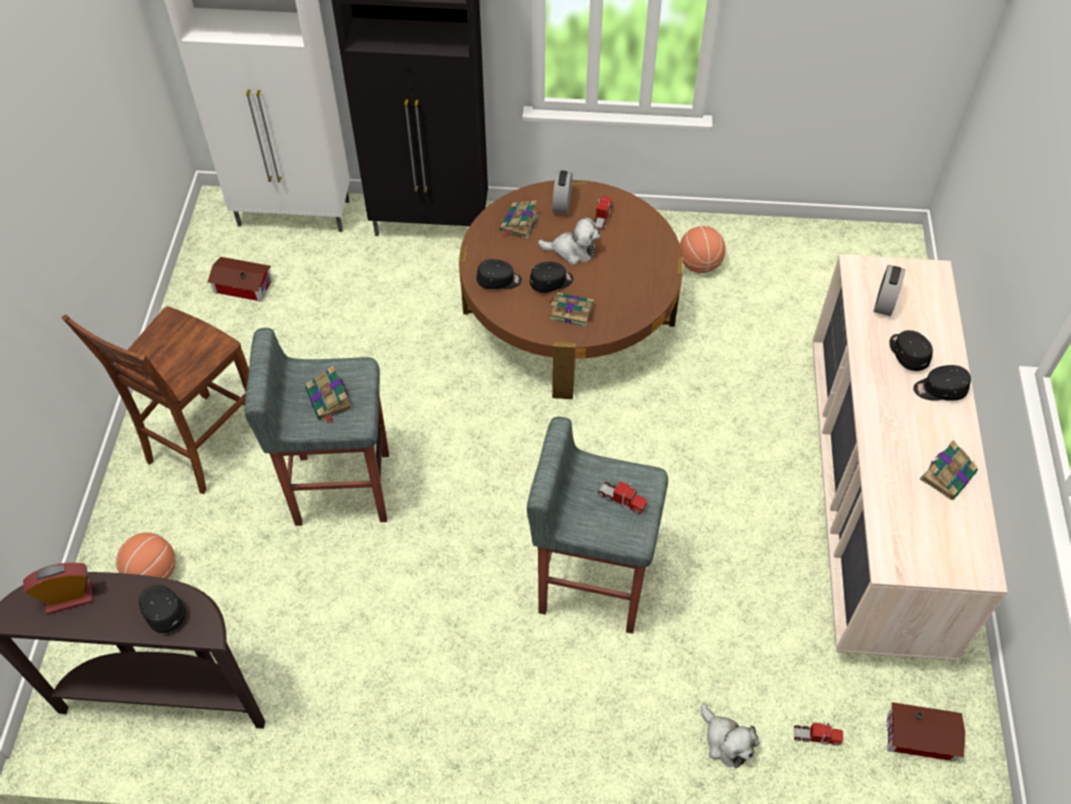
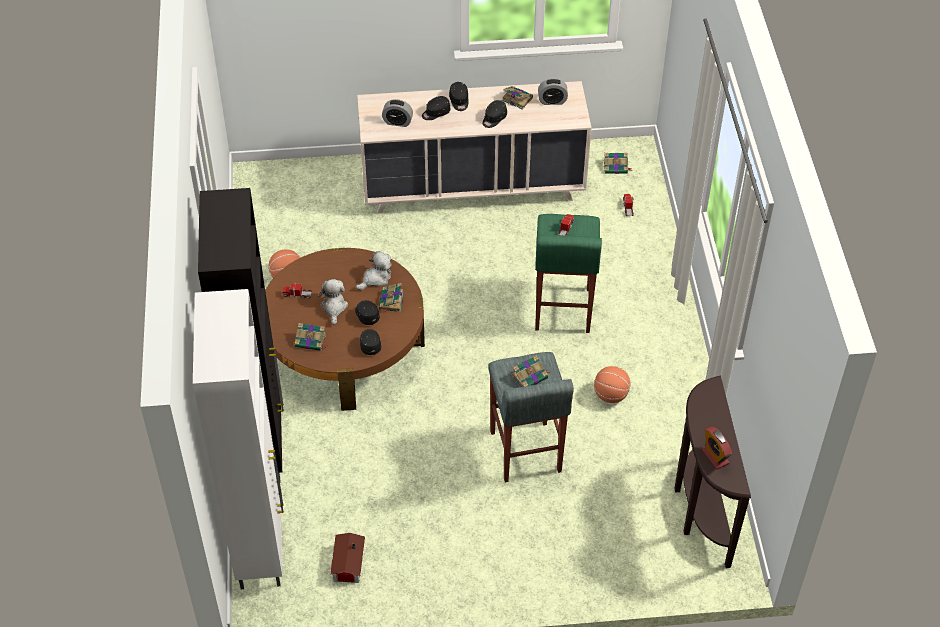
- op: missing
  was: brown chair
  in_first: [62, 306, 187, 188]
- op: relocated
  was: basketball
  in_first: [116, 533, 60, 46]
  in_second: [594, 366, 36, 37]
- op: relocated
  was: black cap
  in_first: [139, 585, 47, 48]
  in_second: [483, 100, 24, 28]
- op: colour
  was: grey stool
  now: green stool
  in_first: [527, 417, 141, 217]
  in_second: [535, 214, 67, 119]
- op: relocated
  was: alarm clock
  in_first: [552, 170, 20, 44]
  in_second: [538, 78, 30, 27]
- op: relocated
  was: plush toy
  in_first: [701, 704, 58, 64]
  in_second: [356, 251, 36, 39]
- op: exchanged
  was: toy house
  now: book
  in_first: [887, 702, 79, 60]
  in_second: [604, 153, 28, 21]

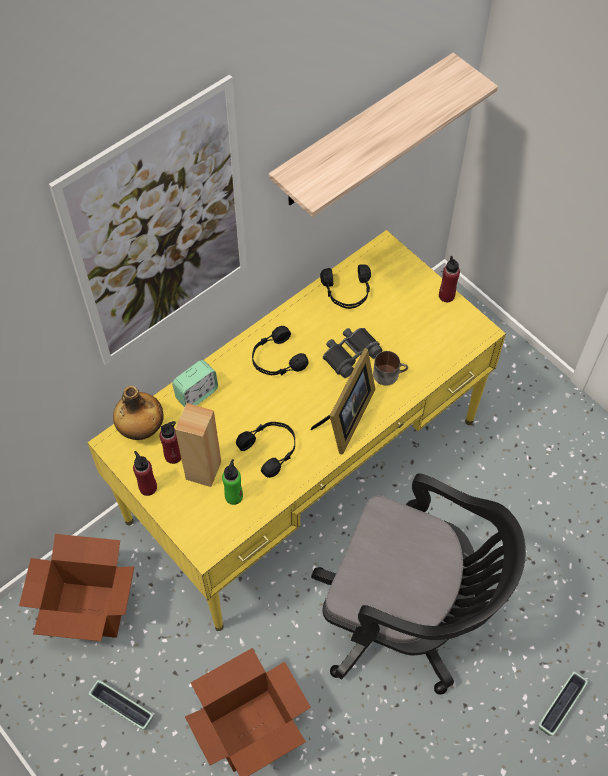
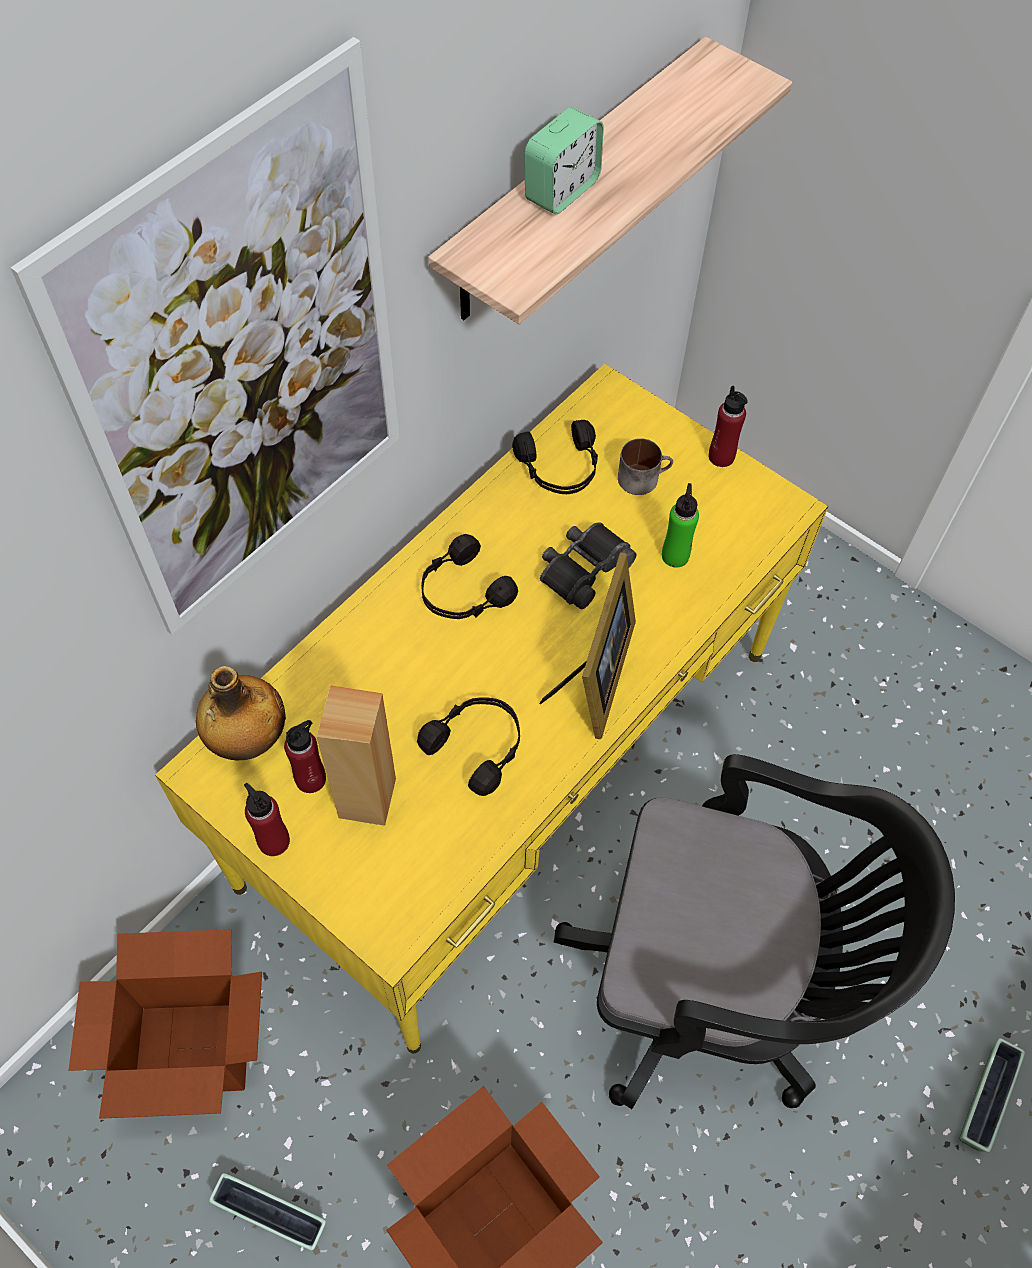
- op: relocated
  was: alarm clock
  in_first: [172, 360, 46, 47]
  in_second: [525, 107, 79, 107]
- op: relocated
  was: green bottle
  in_first: [222, 459, 21, 46]
  in_second: [662, 483, 37, 84]
- op: relocated
  was: mug
  in_first: [373, 351, 35, 35]
  in_second: [618, 438, 55, 57]

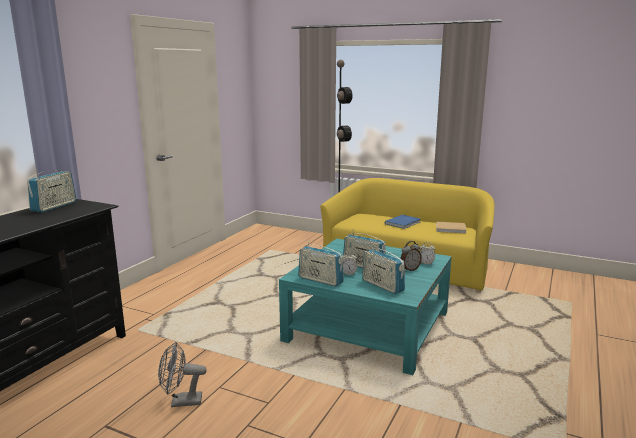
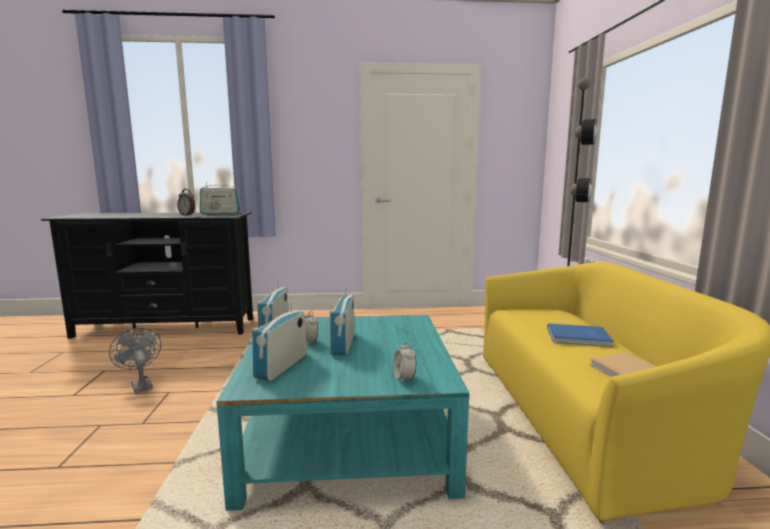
- op: relocated
  was: alarm clock
  in_first: [400, 241, 22, 31]
  in_second: [178, 189, 17, 27]

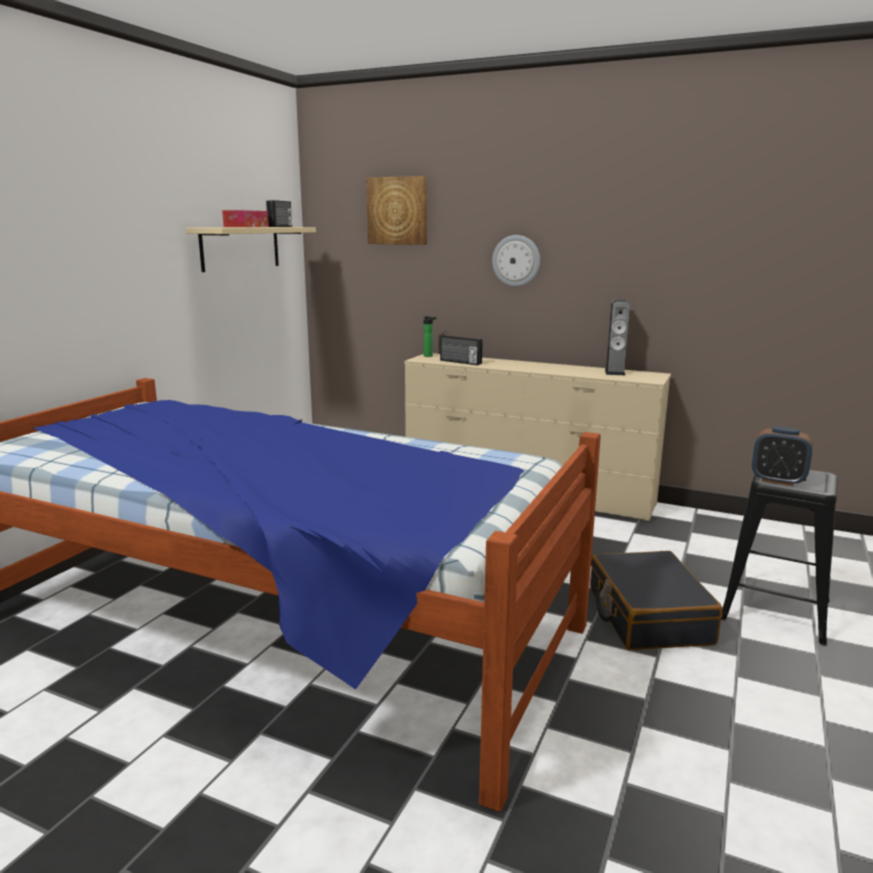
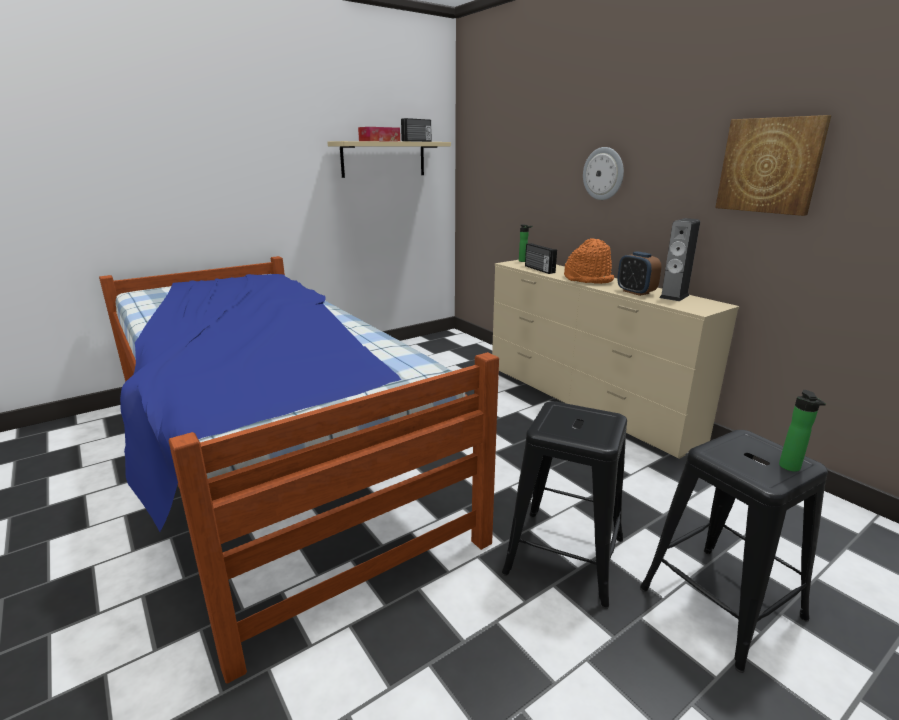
- op: relocated
  was: picture
  in_first: [366, 176, 61, 69]
  in_second: [715, 115, 116, 101]
- op: exchanged
  was: black suitcase
  now: black stool
  in_first: [590, 551, 133, 99]
  in_second: [501, 401, 126, 208]
- op: relocated
  was: alarm clock
  in_first: [752, 427, 61, 59]
  in_second: [617, 251, 44, 45]
- op: appeared
  now: orange hat
  in_second: [564, 238, 50, 46]
- op: appeared
  now: bottle
  in_second: [779, 390, 47, 82]

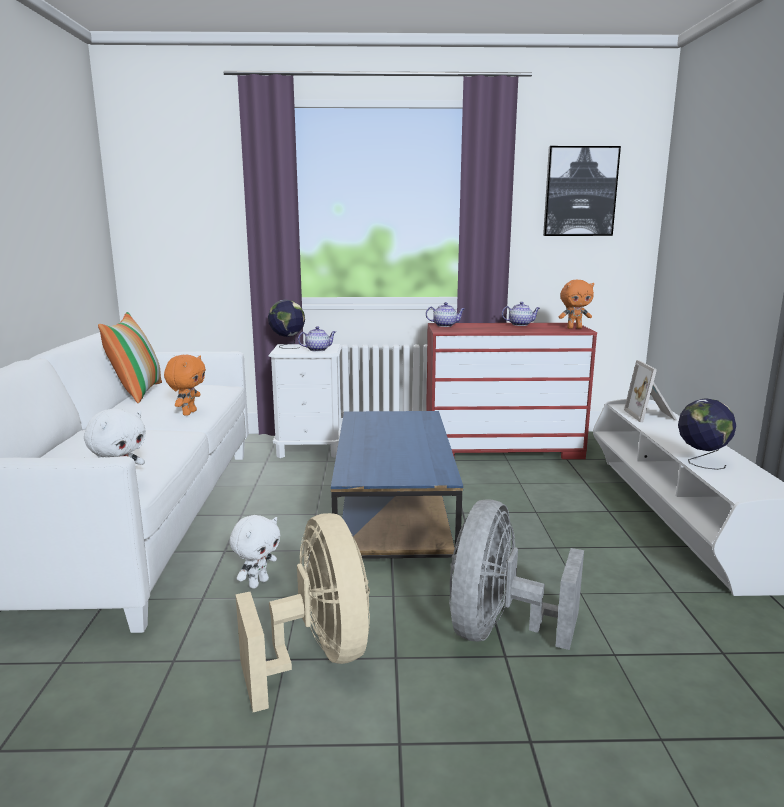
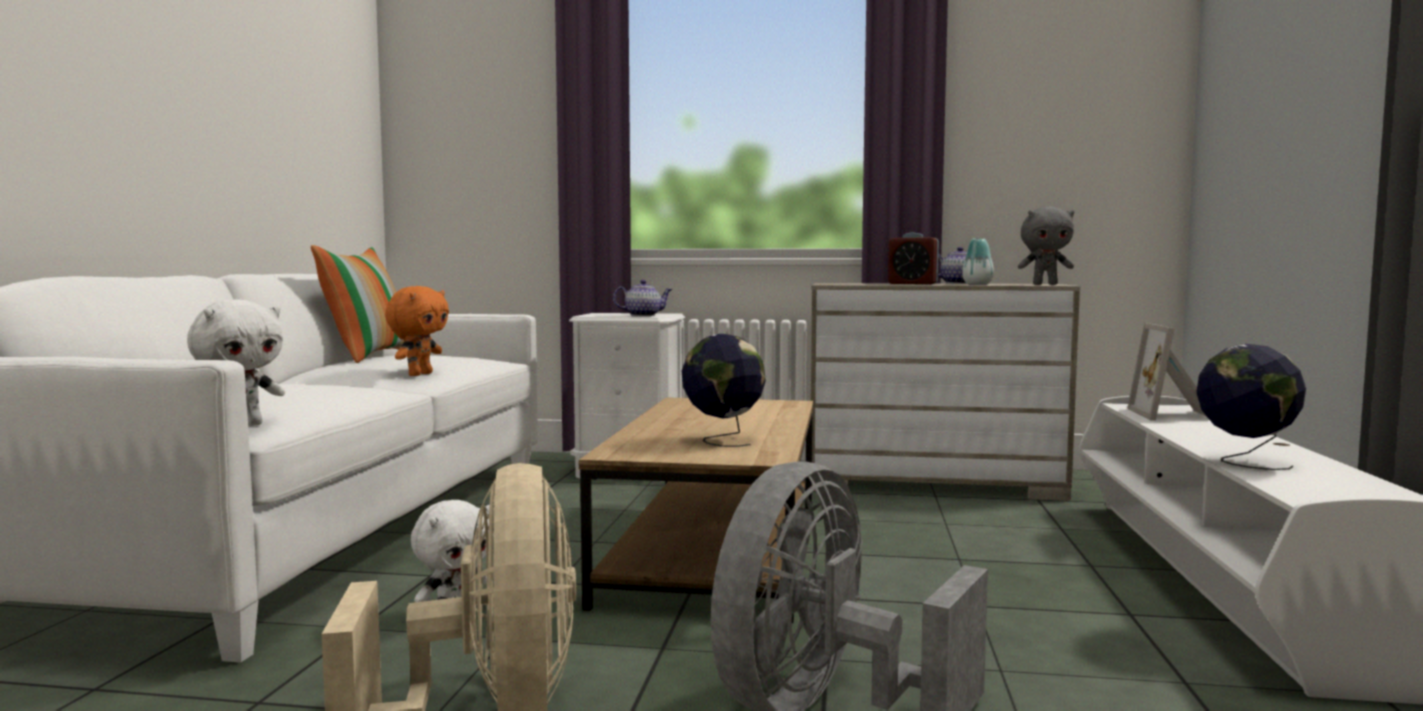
- op: relocated
  was: globe
  in_first: [268, 300, 37, 49]
  in_second: [682, 334, 84, 113]
- op: colour
  was: blue coffee table
  now: brown coffee table
  in_first: [331, 411, 132, 148]
  in_second: [579, 397, 234, 226]
- op: missing
  was: teapot
  in_first: [426, 302, 39, 25]
- op: colour
  was: red dresser
  now: beige dresser
  in_first: [426, 323, 171, 136]
  in_second: [811, 283, 269, 218]
- op: missing
  was: picture
  in_first: [543, 146, 78, 90]
- op: colour
  was: orange plush toy
  now: grey plush toy
  in_first: [559, 280, 35, 49]
  in_second: [1018, 206, 56, 79]
- op: appeared
  now: alarm clock
  in_second: [888, 232, 51, 52]
- op: appeared
  now: vase
  in_second: [962, 238, 32, 47]

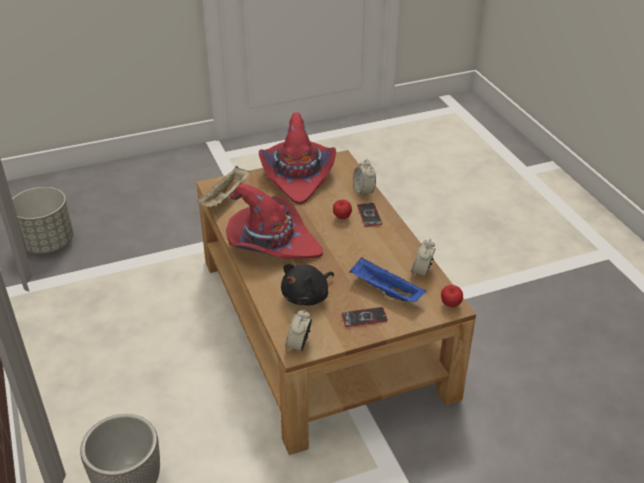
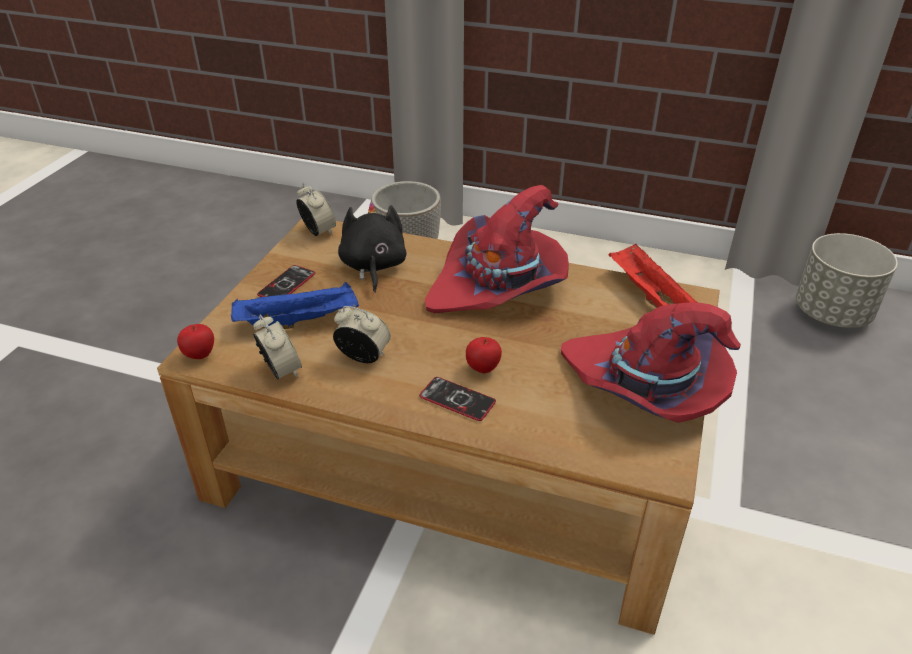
- op: colour
  was: beige tray
  now: red tray
  in_first: [197, 166, 53, 41]
  in_second: [608, 243, 90, 65]
- op: relocated
  was: alarm clock
  in_first: [353, 159, 23, 38]
  in_second: [333, 306, 58, 57]

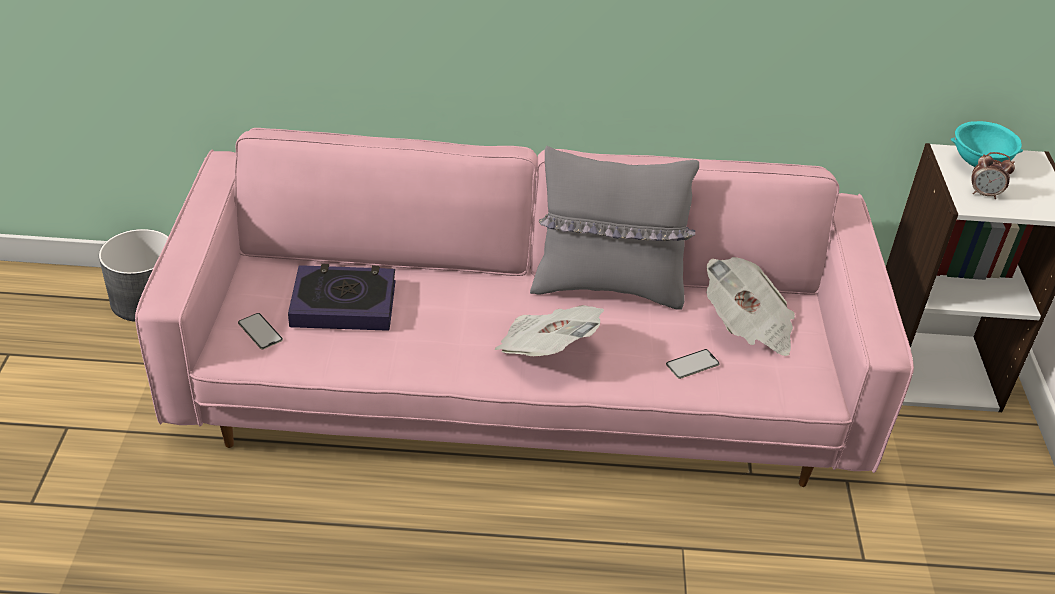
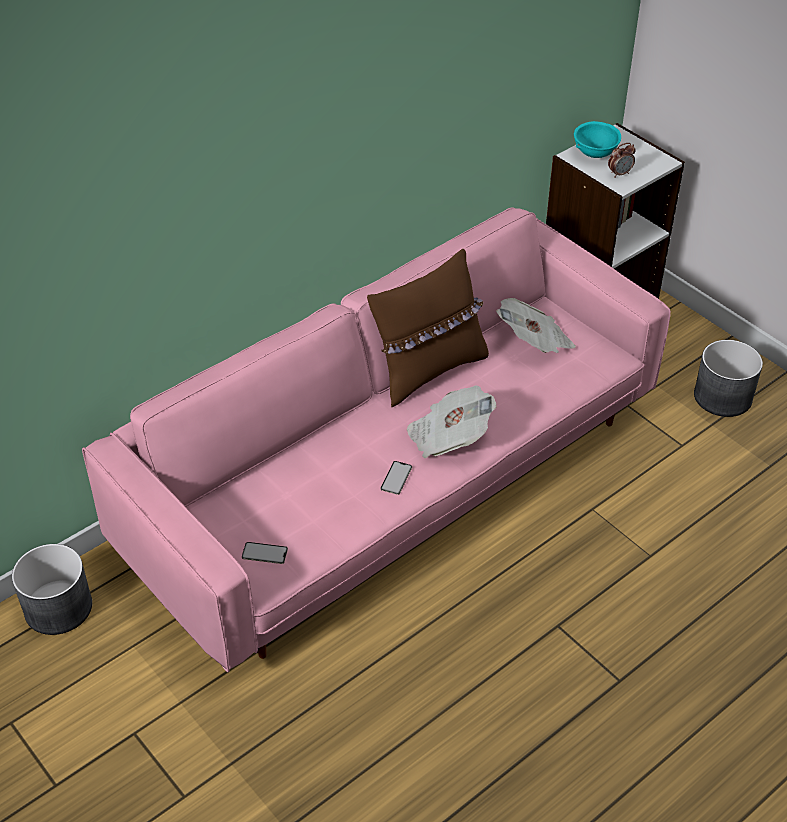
- op: missing
  was: book
  in_first: [288, 264, 108, 67]
- op: colour
  was: grey pillow
  now: brown pillow
  in_first: [530, 146, 169, 164]
  in_second: [367, 249, 122, 158]
- op: relocated
  was: phone
  in_first: [666, 349, 54, 30]
  in_second: [381, 461, 31, 34]
- op: appeared
  now: grey planter
  in_second: [694, 340, 69, 77]

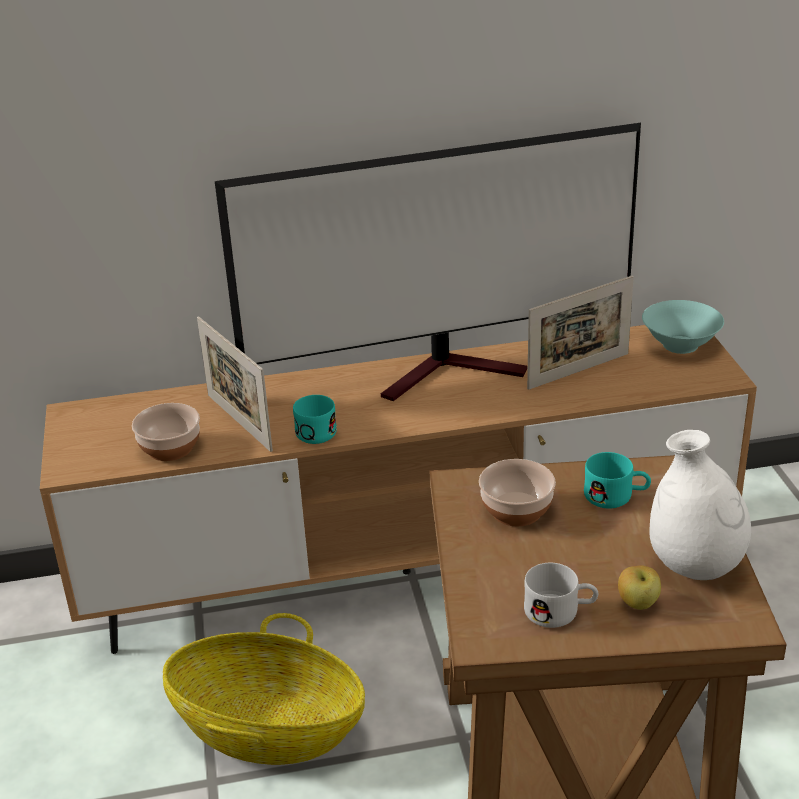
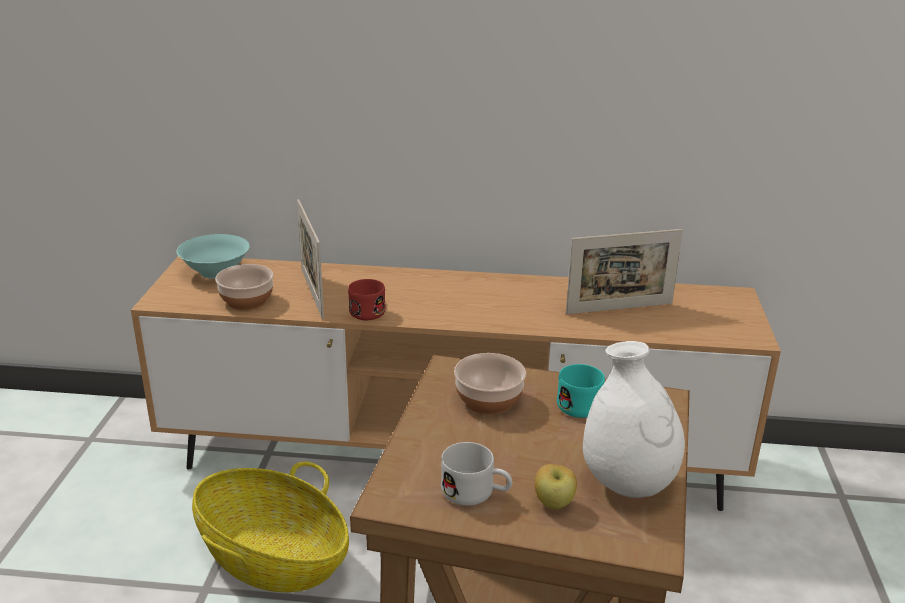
- op: missing
  was: television
  in_first: [215, 123, 426, 278]
- op: colour
  was: turquoise mug
  now: red mug
  in_first: [293, 395, 44, 49]
  in_second: [348, 279, 38, 41]
- op: relocated
  was: turquoise bowl
  in_first: [642, 300, 82, 54]
  in_second: [177, 234, 73, 45]

